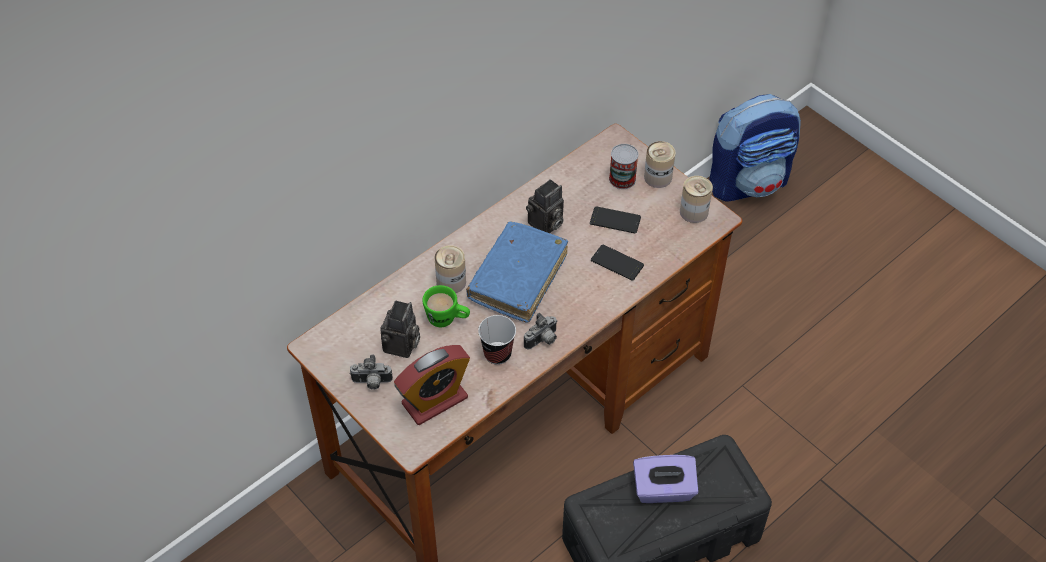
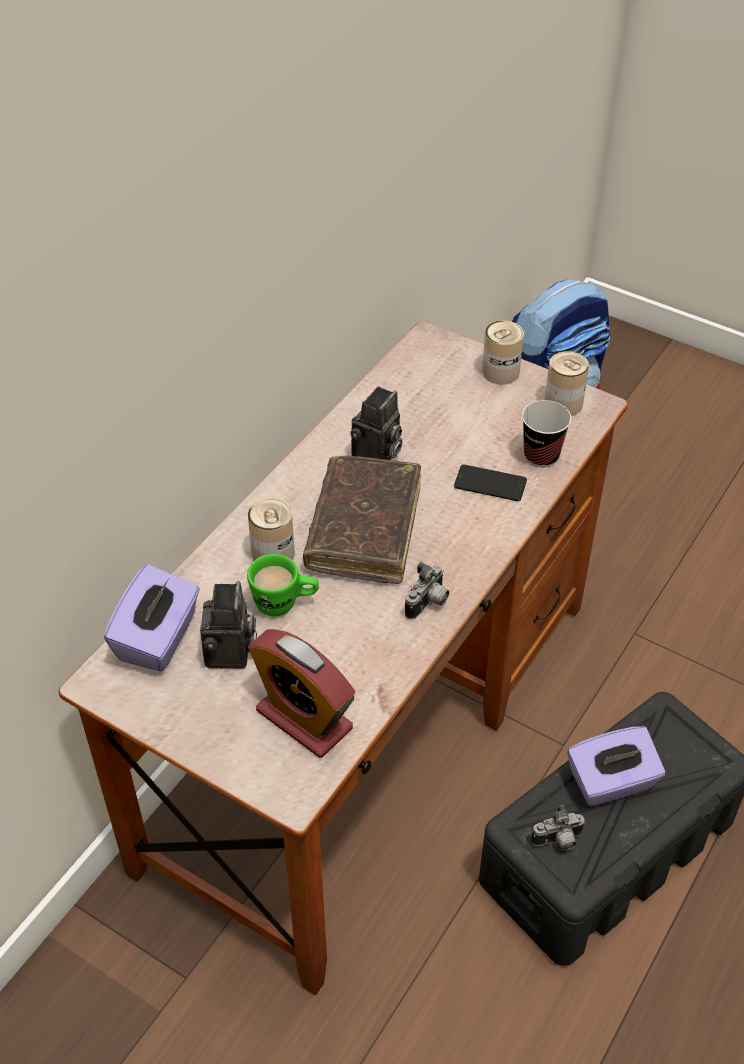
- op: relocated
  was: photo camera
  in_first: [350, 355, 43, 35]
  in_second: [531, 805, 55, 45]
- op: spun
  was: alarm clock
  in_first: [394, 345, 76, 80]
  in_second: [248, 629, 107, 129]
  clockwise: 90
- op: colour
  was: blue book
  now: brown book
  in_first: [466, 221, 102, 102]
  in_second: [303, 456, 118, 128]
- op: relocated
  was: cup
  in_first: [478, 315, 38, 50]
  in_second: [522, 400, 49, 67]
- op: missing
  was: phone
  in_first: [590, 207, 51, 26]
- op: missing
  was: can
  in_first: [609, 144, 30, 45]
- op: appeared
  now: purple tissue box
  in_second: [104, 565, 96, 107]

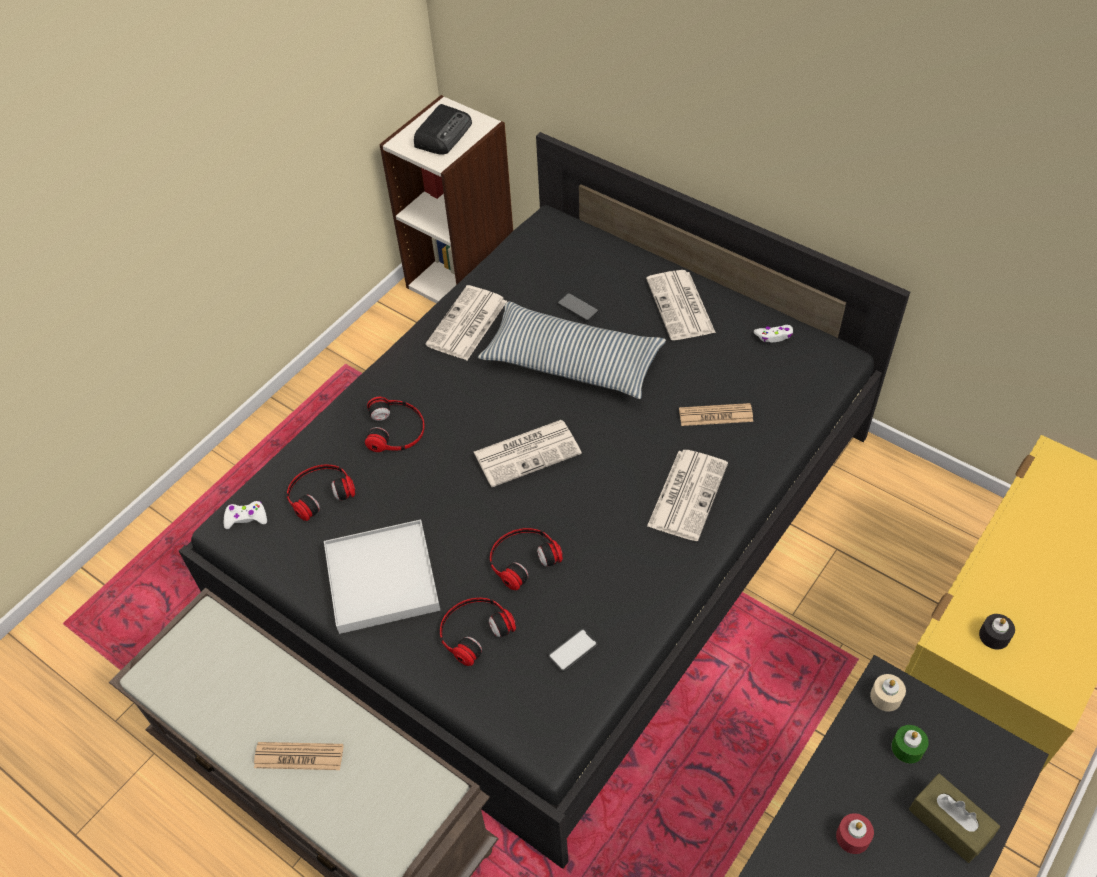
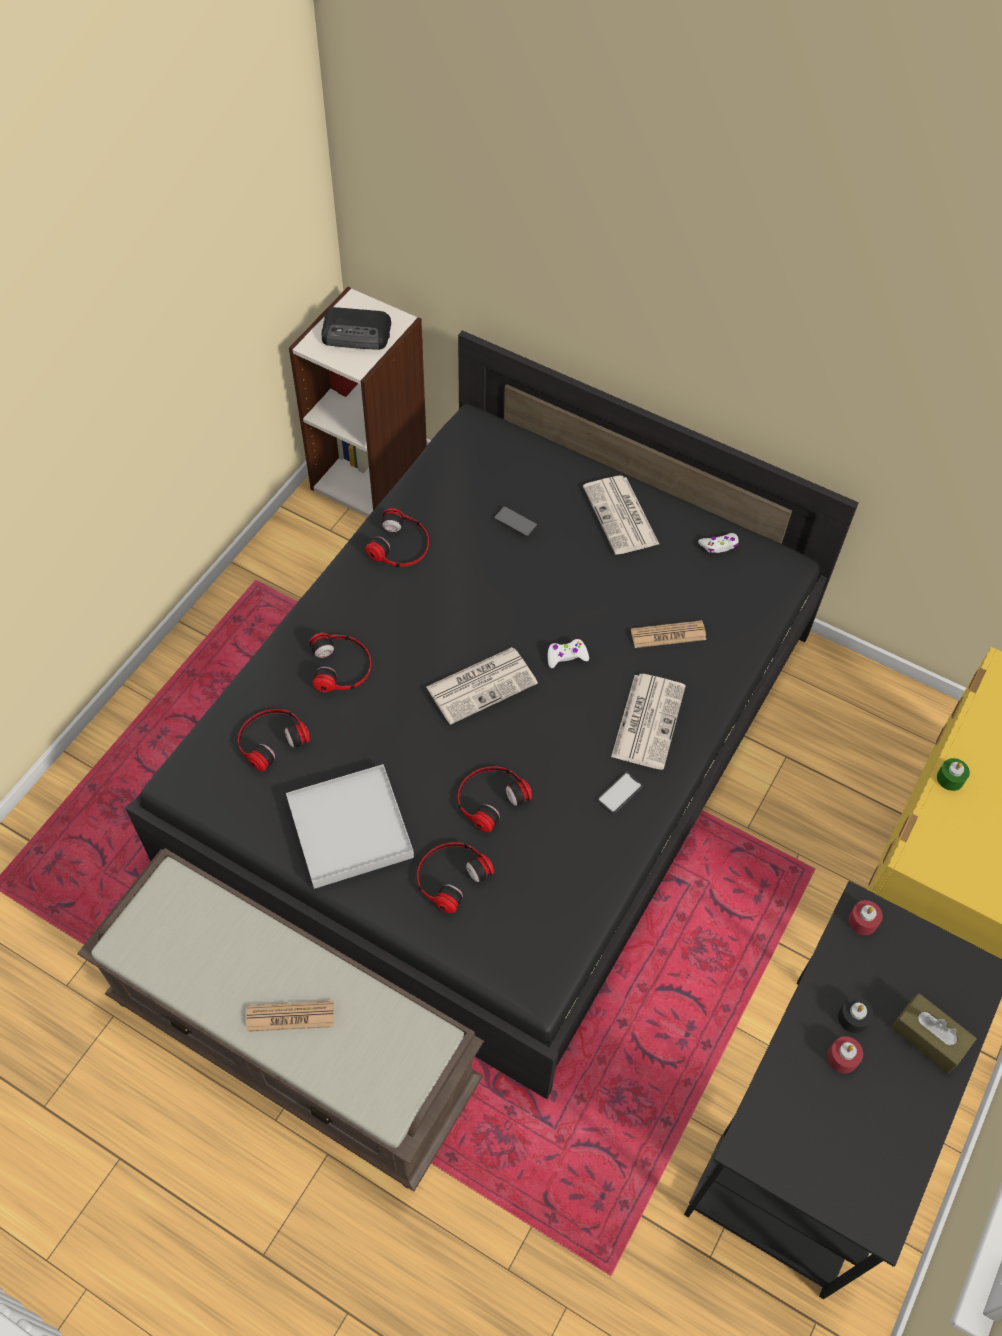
- op: relocated
  was: white game controller
  in_first: [224, 501, 43, 28]
  in_second: [548, 639, 41, 29]
- op: spun
  was: radio
  in_first: [414, 104, 58, 51]
  in_second: [322, 307, 69, 43]
  clockwise: 75
- op: exchanged
  was: newspaper
  now: headphones
  in_first: [425, 285, 82, 75]
  in_second: [365, 508, 64, 59]
- op: missing
  was: pillow
  in_first: [478, 301, 188, 98]
- op: relocated
  was: phone
  in_first: [547, 628, 51, 44]
  in_second: [597, 772, 46, 42]
- op: colour
  was: beige candle
  now: red candle
  in_first: [870, 674, 36, 37]
  in_second: [848, 900, 35, 35]
- op: relocated
  was: green candle
  in_first: [891, 725, 38, 39]
  in_second: [937, 758, 33, 33]
- op: relocated
  was: black candle
  in_first: [979, 614, 36, 36]
  in_second: [838, 997, 36, 36]

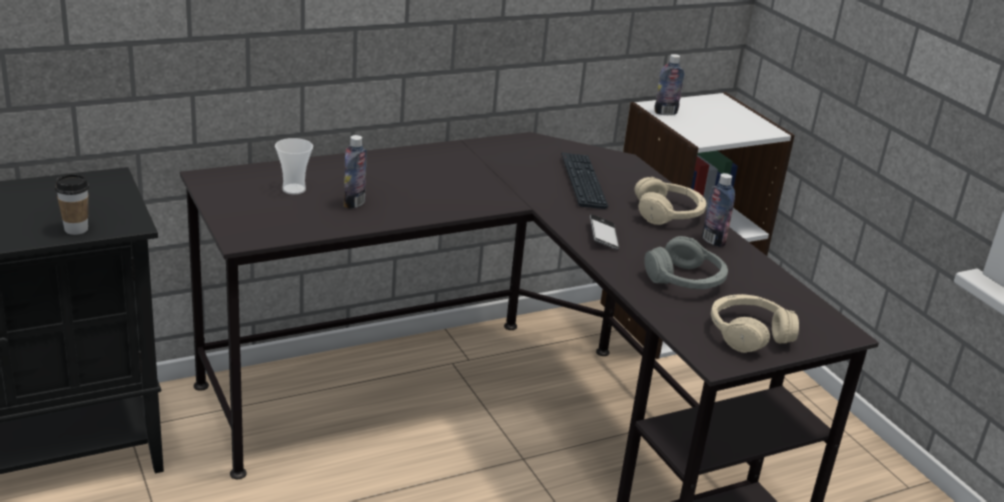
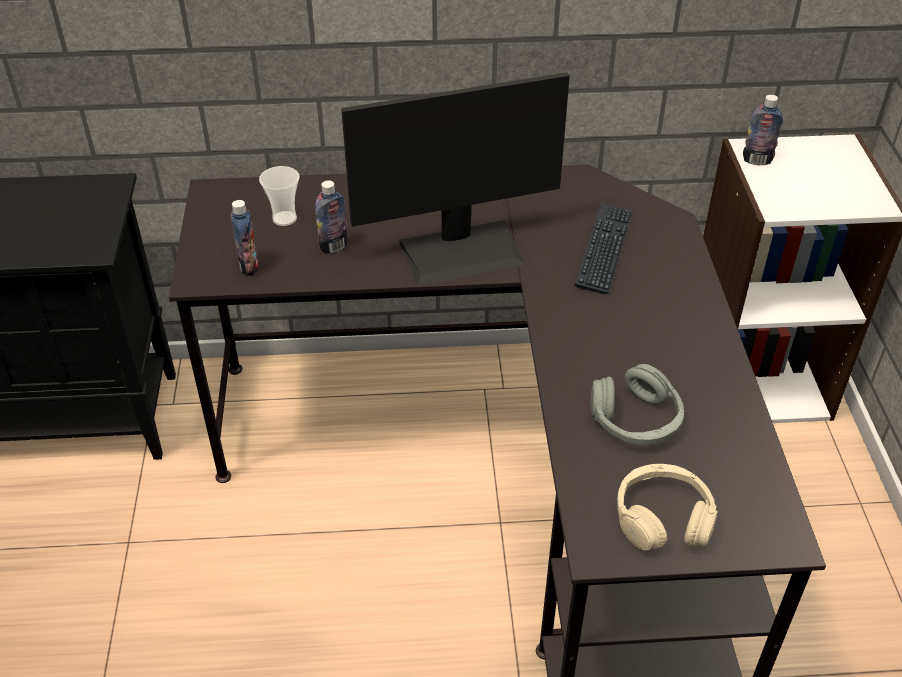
- op: missing
  was: cup
  in_first: [55, 174, 34, 61]
- op: missing
  was: phone
  in_first: [590, 214, 29, 36]
- op: missing
  was: beige headphones
  in_first: [635, 177, 71, 48]
- op: relocated
  was: bottle
  in_first: [702, 173, 33, 74]
  in_second: [231, 200, 28, 76]
- op: appeared
  now: monitor
  in_second: [341, 72, 229, 214]

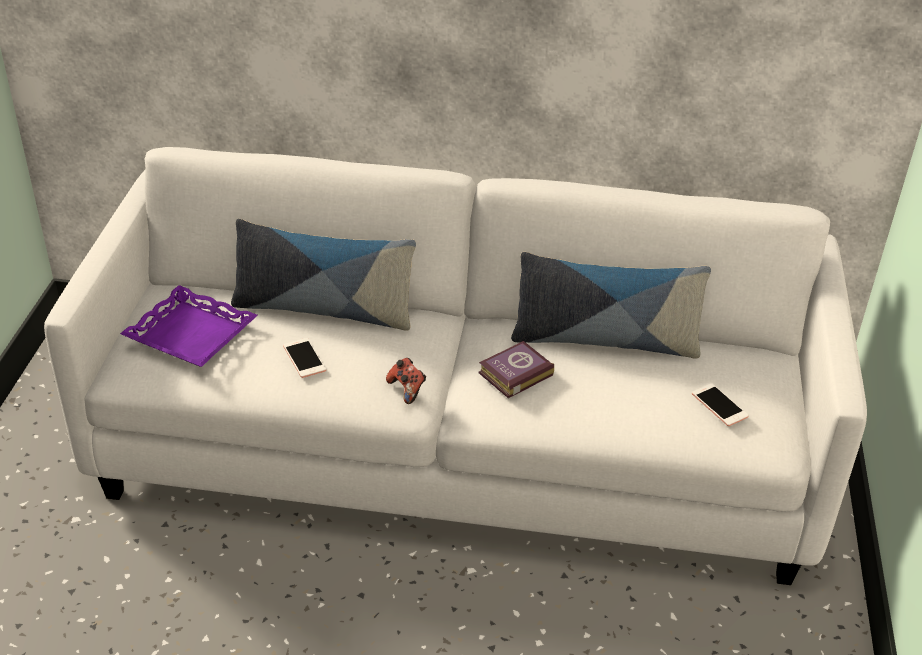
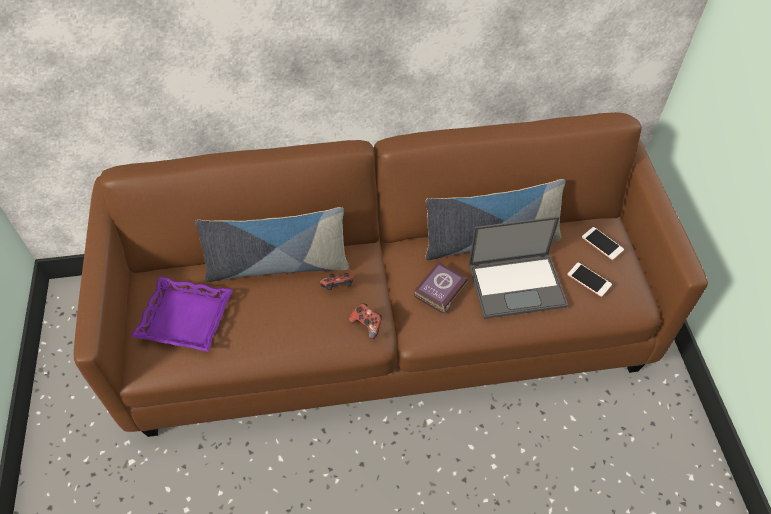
- op: colour
  was: white sofa
  now: brown sofa
  in_first: [44, 147, 823, 438]
  in_second: [74, 112, 634, 325]
- op: relocated
  was: phone
  in_first: [283, 338, 43, 40]
  in_second: [582, 227, 42, 33]
- op: appeared
  now: game controller
  in_second: [320, 273, 33, 17]
- op: appeared
  now: laptop
  in_second: [469, 216, 99, 103]

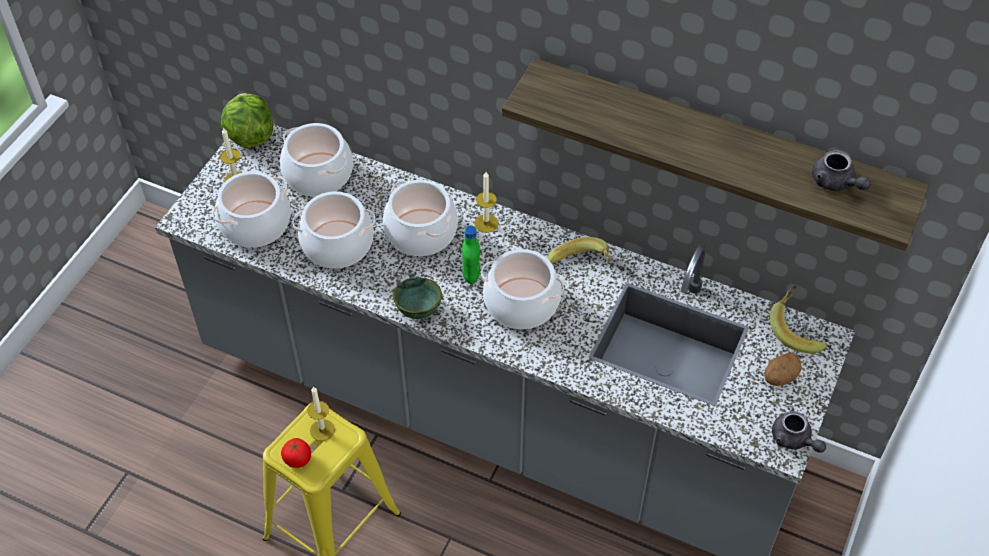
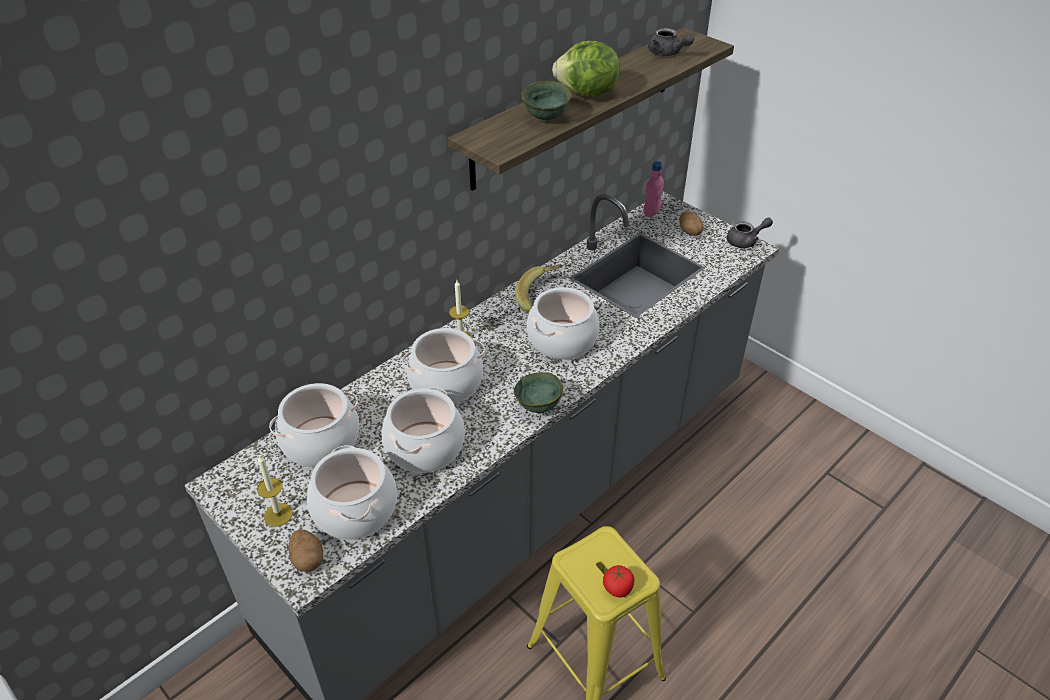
- op: relocated
  was: lettuce
  in_first: [220, 93, 53, 54]
  in_second: [552, 41, 68, 56]
- op: missing
  was: candle
  in_first: [307, 386, 28, 55]
- op: missing
  was: green bottle
  in_first: [462, 226, 18, 58]
- op: exchanged
  was: banana
  now: pink bottle
  in_first: [770, 285, 57, 68]
  in_second: [643, 161, 21, 56]
- op: spun
  was: grey teapot
  in_first: [812, 150, 59, 41]
  in_second: [648, 28, 46, 28]
  clockwise: 60
- op: appeared
  now: potato
  in_second: [289, 529, 34, 43]
- op: appeared
  now: green bowl
  in_second: [521, 80, 51, 42]

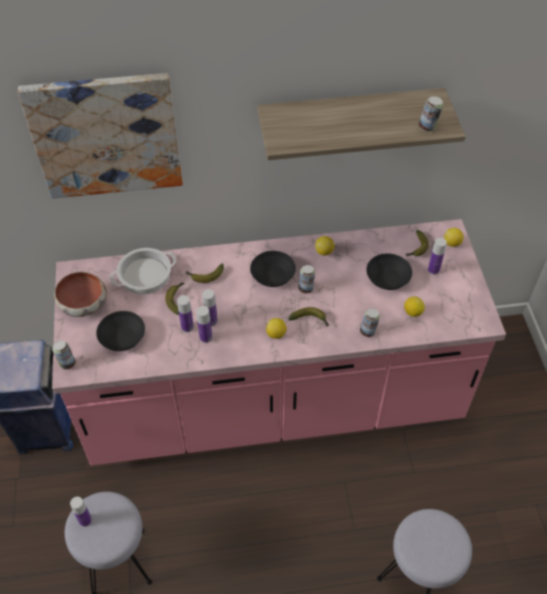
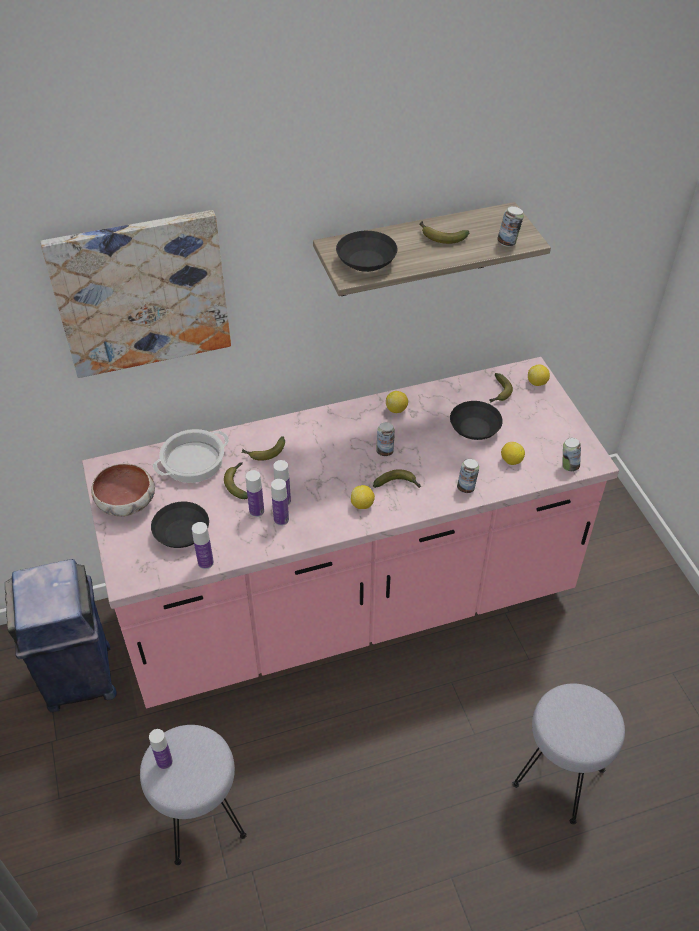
- op: relocated
  was: can
  in_first: [53, 340, 23, 29]
  in_second: [562, 438, 19, 33]
- op: relocated
  was: black bowl
  in_first: [250, 251, 46, 36]
  in_second: [336, 231, 61, 41]
- op: relocated
  was: bottle
  in_first: [428, 237, 19, 38]
  in_second: [192, 522, 22, 47]
- op: appeared
  now: banana
  in_second: [420, 221, 50, 23]

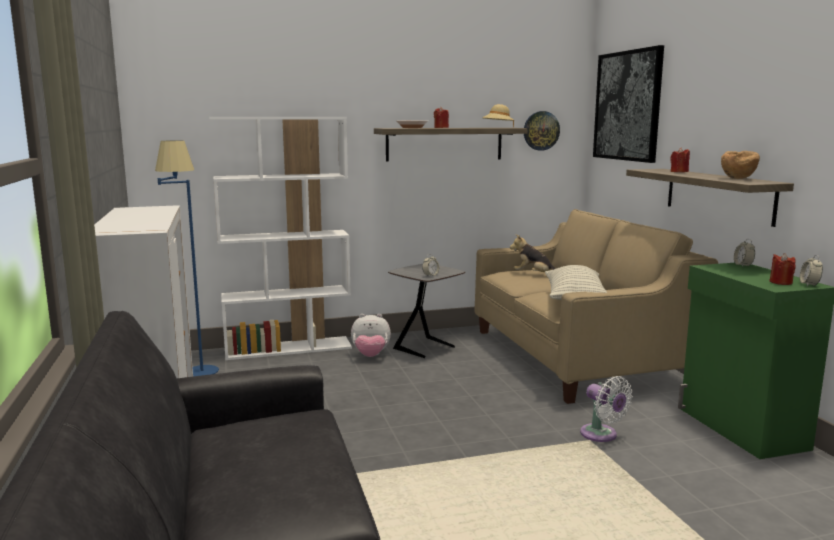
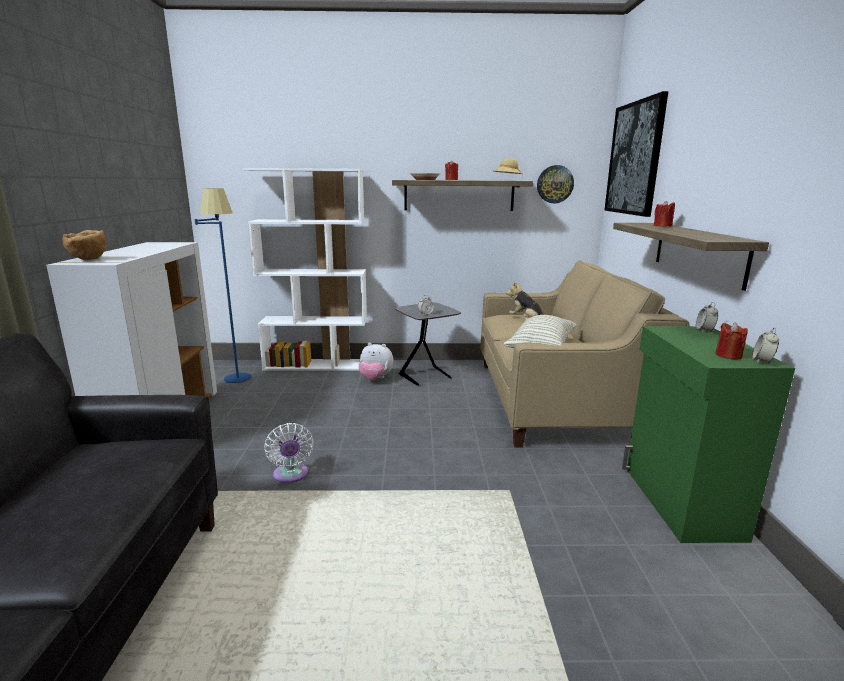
- op: relocated
  was: white fan
  in_first: [580, 376, 52, 66]
  in_second: [264, 423, 50, 60]
- op: relocated
  was: brown bowl
  in_first: [721, 151, 39, 28]
  in_second: [63, 230, 43, 30]

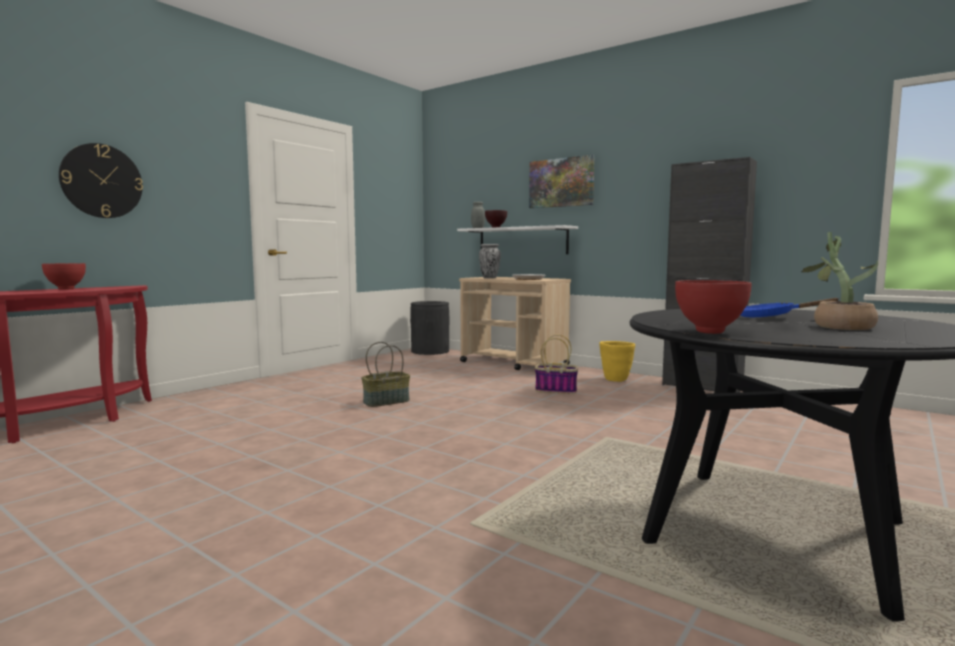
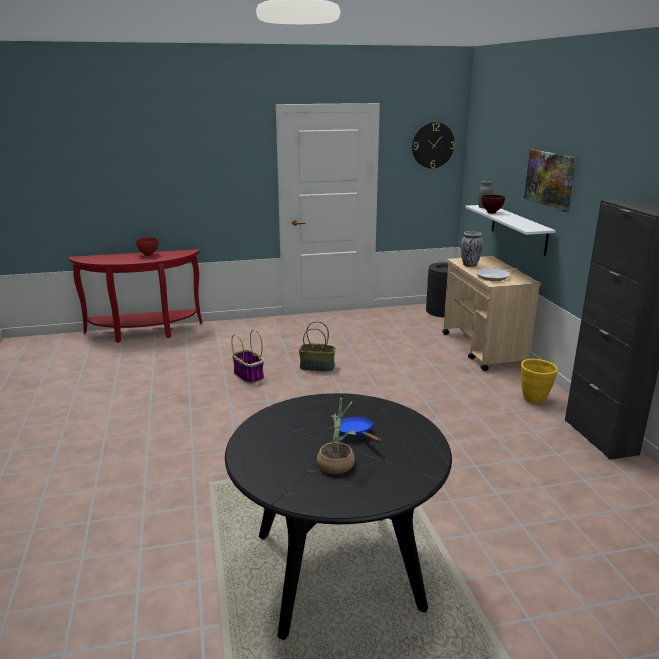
- op: relocated
  was: wall clock
  in_first: [59, 143, 84, 75]
  in_second: [412, 122, 43, 46]
- op: relocated
  was: basket
  in_first: [535, 335, 43, 59]
  in_second: [231, 330, 33, 54]
- op: missing
  was: red bowl
  in_first: [675, 280, 77, 54]

